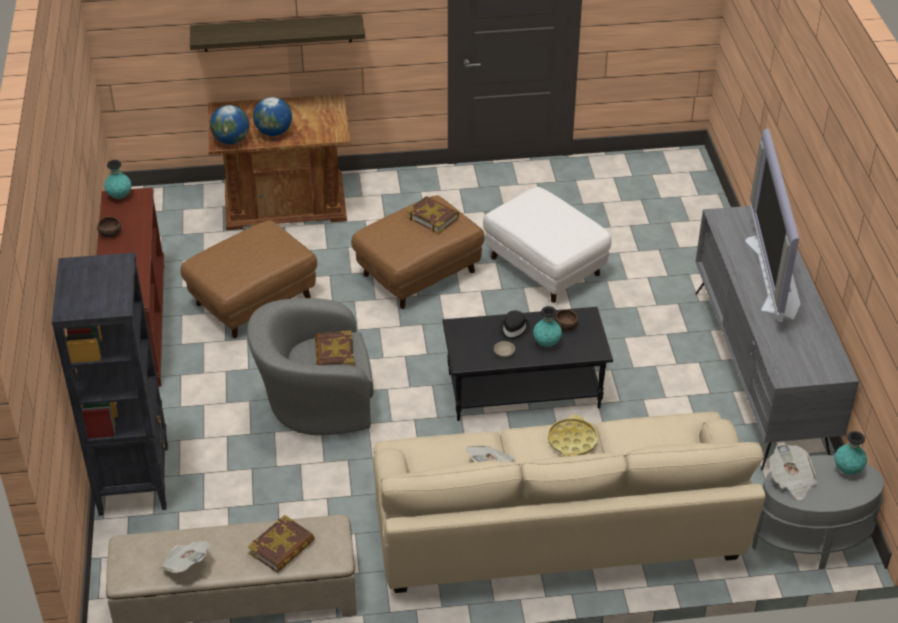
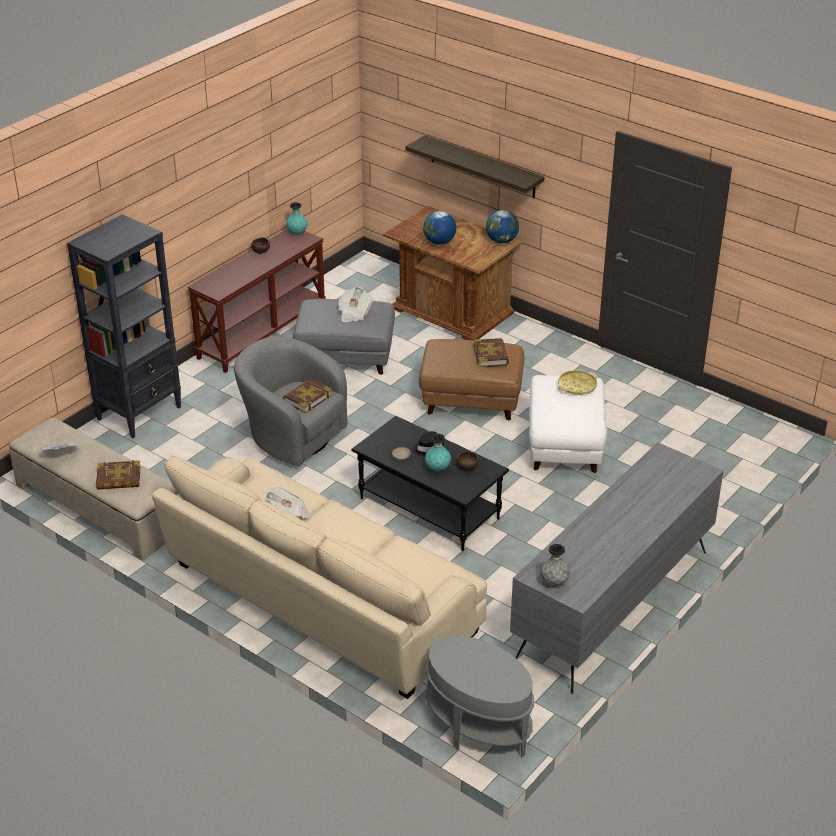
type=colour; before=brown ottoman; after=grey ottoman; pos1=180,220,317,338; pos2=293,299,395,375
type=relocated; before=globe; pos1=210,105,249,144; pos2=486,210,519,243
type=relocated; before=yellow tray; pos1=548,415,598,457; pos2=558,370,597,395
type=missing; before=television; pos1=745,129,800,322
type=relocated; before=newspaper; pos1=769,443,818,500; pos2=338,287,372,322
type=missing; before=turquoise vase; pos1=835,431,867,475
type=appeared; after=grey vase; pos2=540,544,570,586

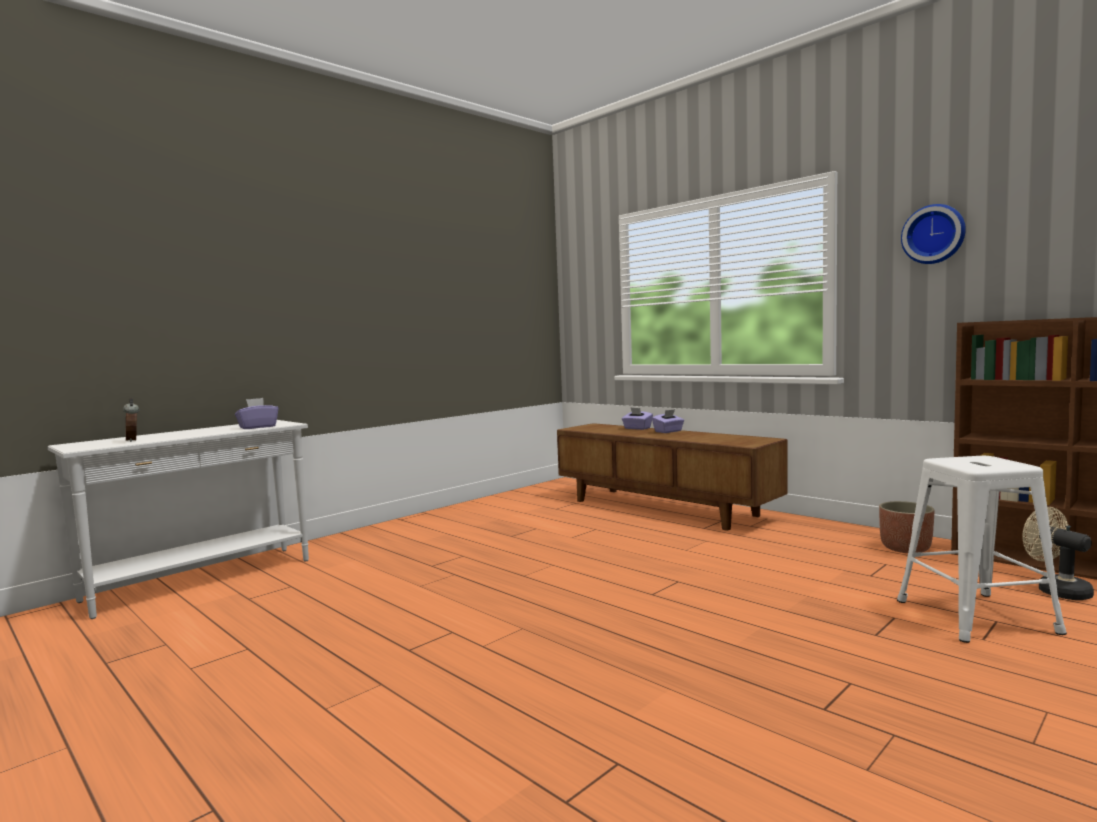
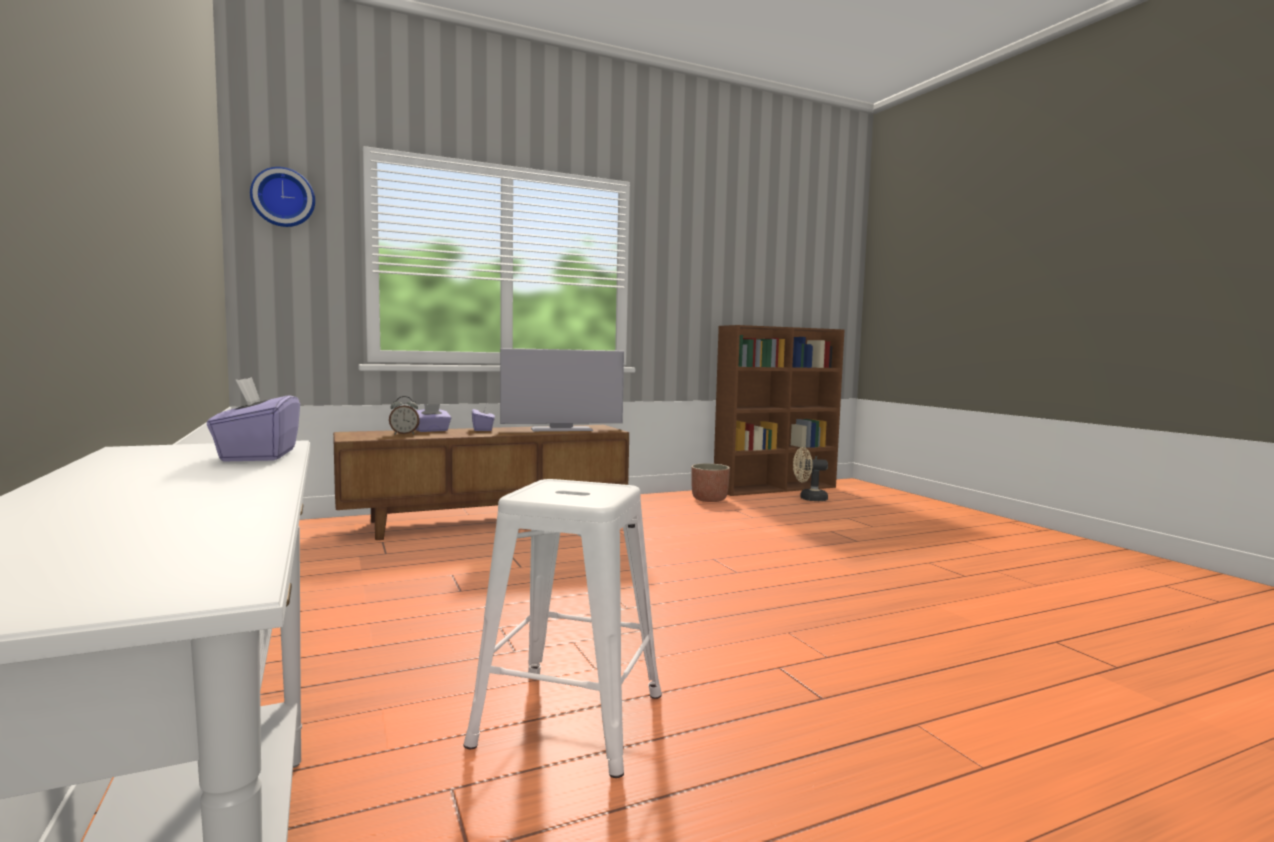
type=relocated; before=alarm clock; pos1=123,398,139,442; pos2=389,396,420,434
type=relocated; before=white stool; pos1=897,456,1067,643; pos2=463,479,662,778
type=relocated; before=wall clock; pos1=901,204,966,264; pos2=250,167,315,227
type=appeared; after=television; pos2=500,348,624,431

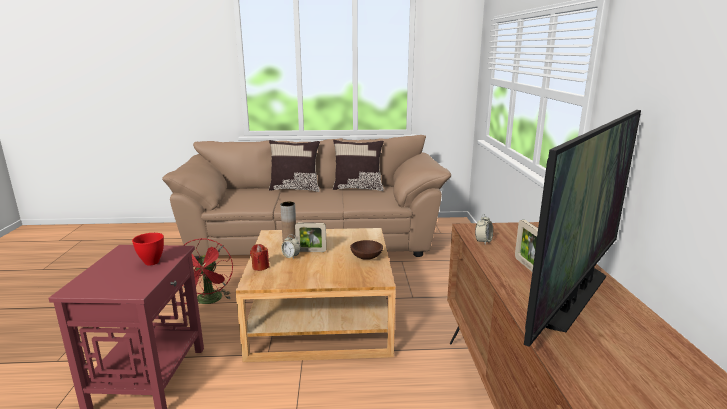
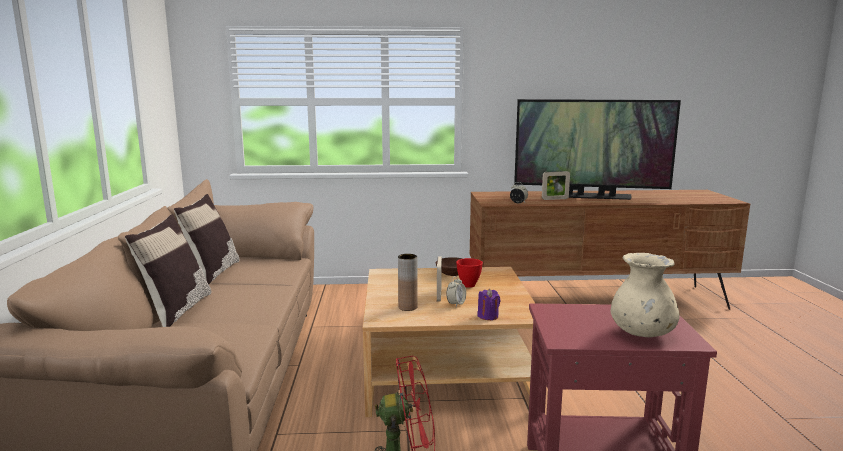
type=relocated; before=red bowl; pos1=132,233,164,266; pos2=456,258,483,288
type=colour; before=red candle; after=purple candle; pos1=250,244,269,271; pos2=478,289,500,320
type=spun; before=television; pos1=524,110,641,347; pos2=514,99,681,200; turn=150
type=appeared; after=beige vase; pos2=611,253,680,337

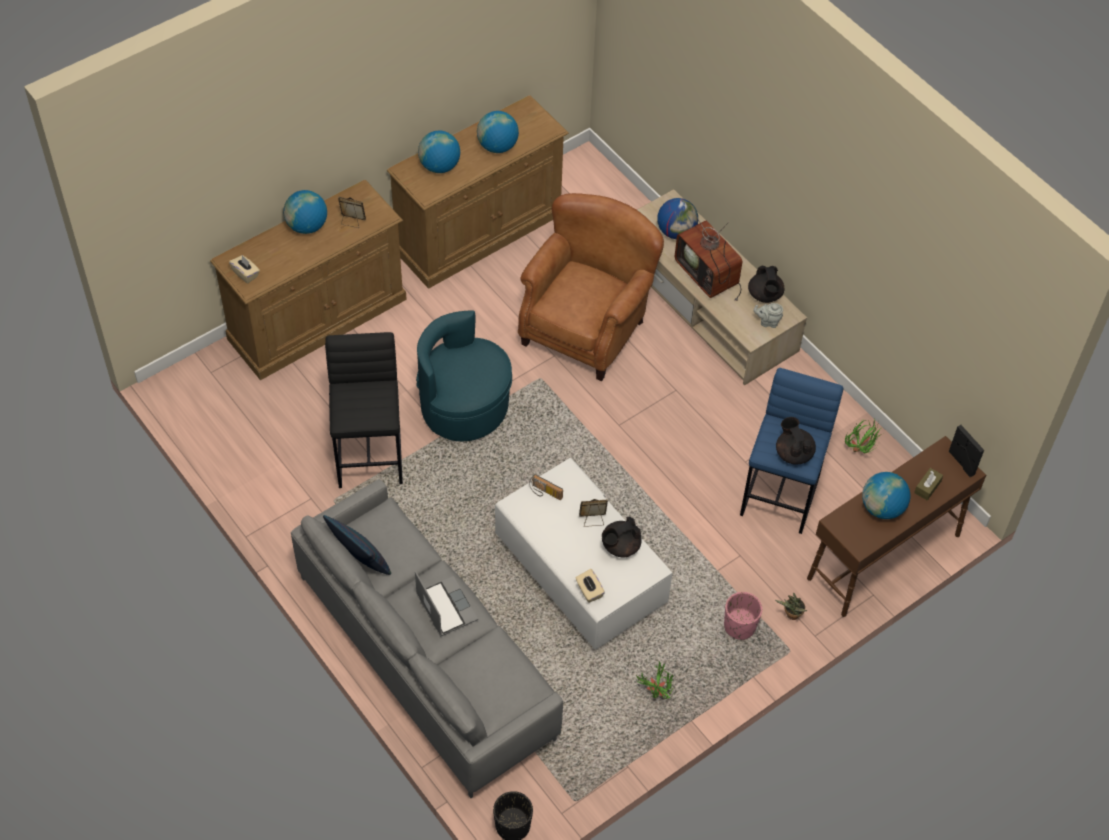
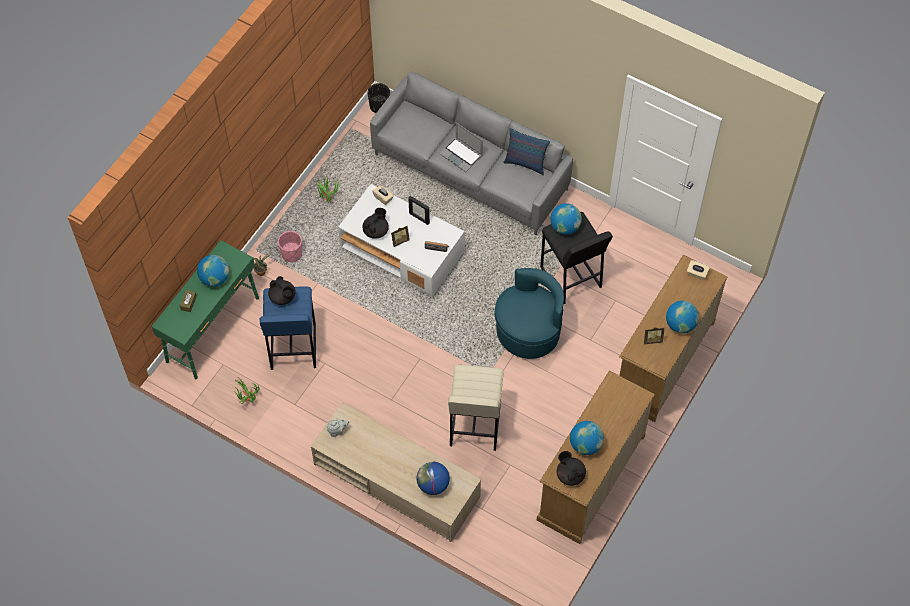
type=spun; before=turquoise armchair; pos1=416,310,512,441; pos2=495,268,564,359; turn=-45
type=relocated; before=globe; pos1=418,130,460,173; pos2=550,203,582,235
type=exchanged; before=brown armchair; after=beige stool; pos1=518,193,664,381; pos2=448,365,504,451
type=missing; before=television; pos1=675,210,742,302
type=relocated; before=black teapot; pos1=748,266,784,303; pos2=556,451,586,486
type=colour; before=brown console table; after=green console table; pos1=807,436,986,617; pos2=152,240,259,379
type=relocated; before=picture frame; pos1=949,425,984,477; pos2=408,196,430,225

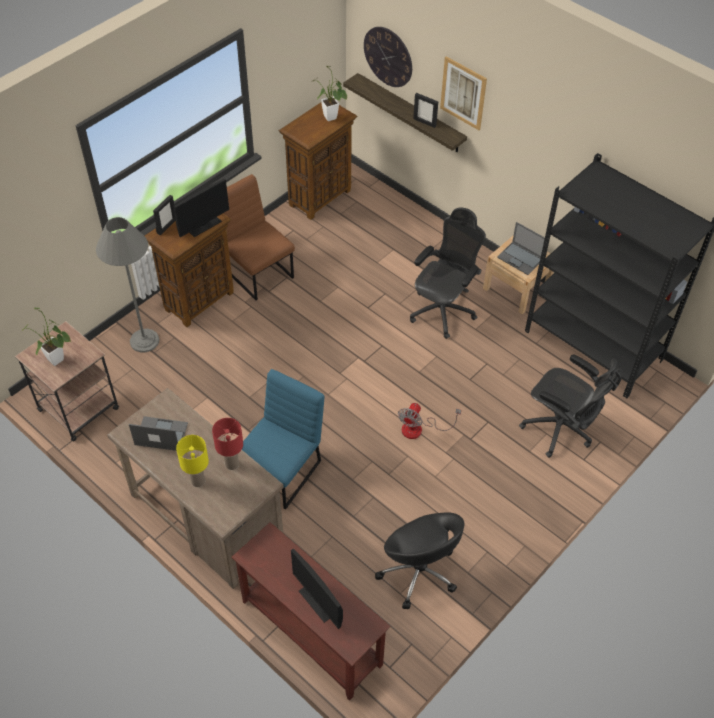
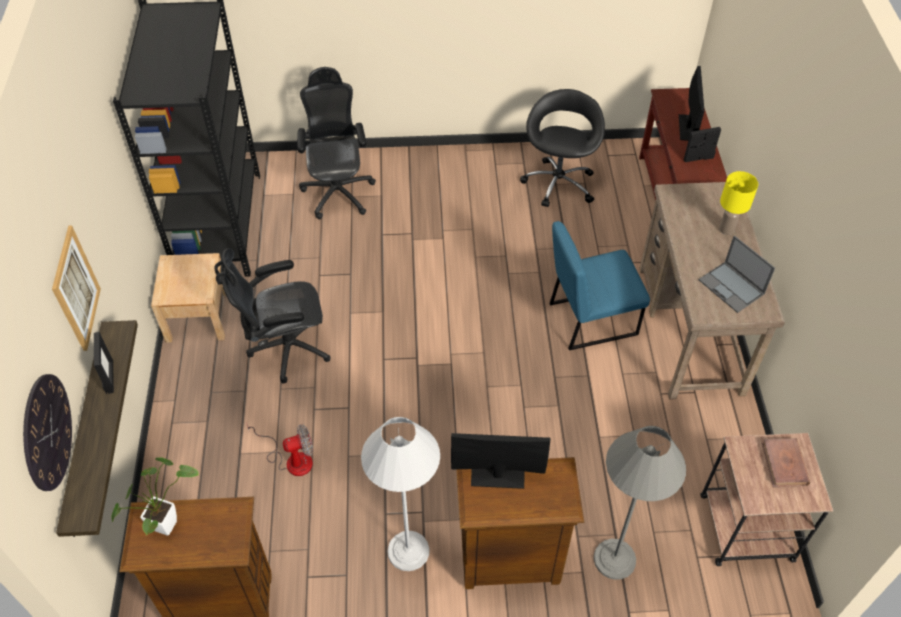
type=exchanged; before=potted plant; after=brown book; pos1=22,307,71,366; pos2=762,438,810,488
type=relocated; before=picture frame; pos1=153,195,175,235; pos2=684,127,721,162
type=missing; before=red table lamp; pos1=212,418,243,470
type=exchanged; before=brown chair; after=white floor lamp; pos1=223,174,295,300; pos2=361,417,440,571
type=relocated; before=fan; pos1=398,403,461,439; pos2=246,422,313,476
type=missing; before=laptop; pos1=497,222,545,275

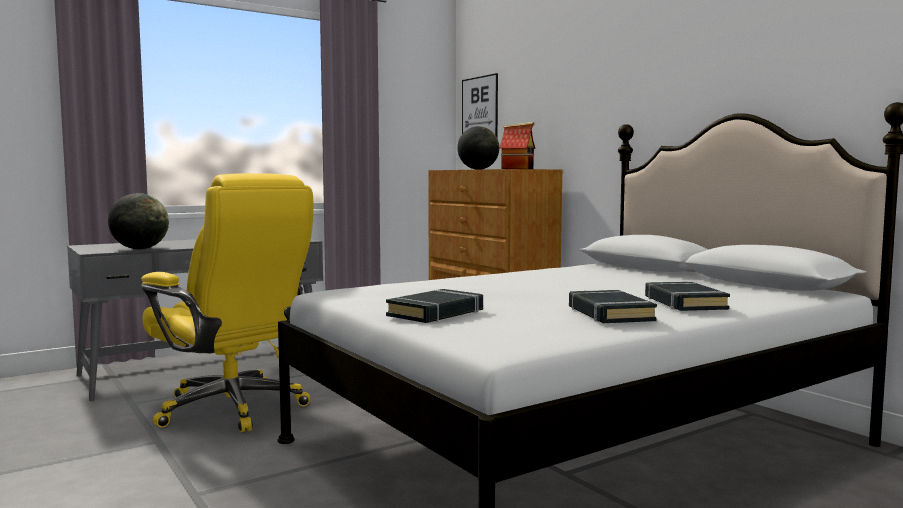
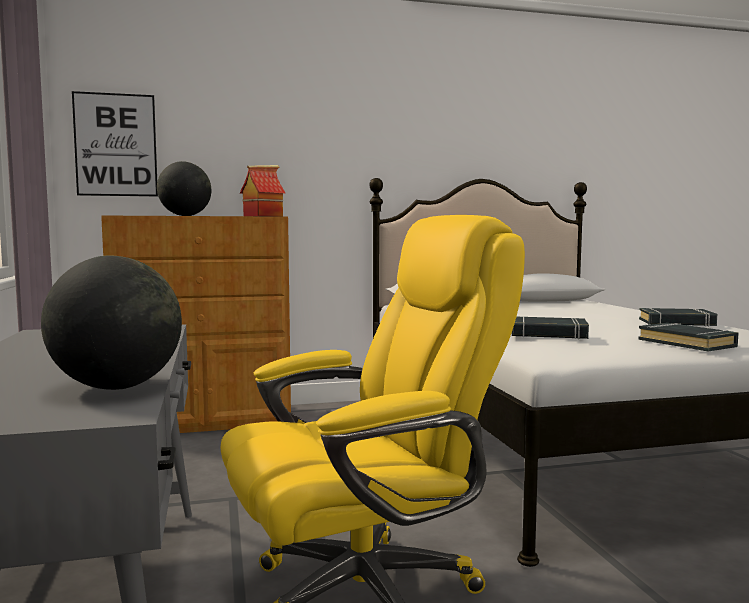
type=relocated; before=black book; pos1=645,282,730,311; pos2=511,316,589,339

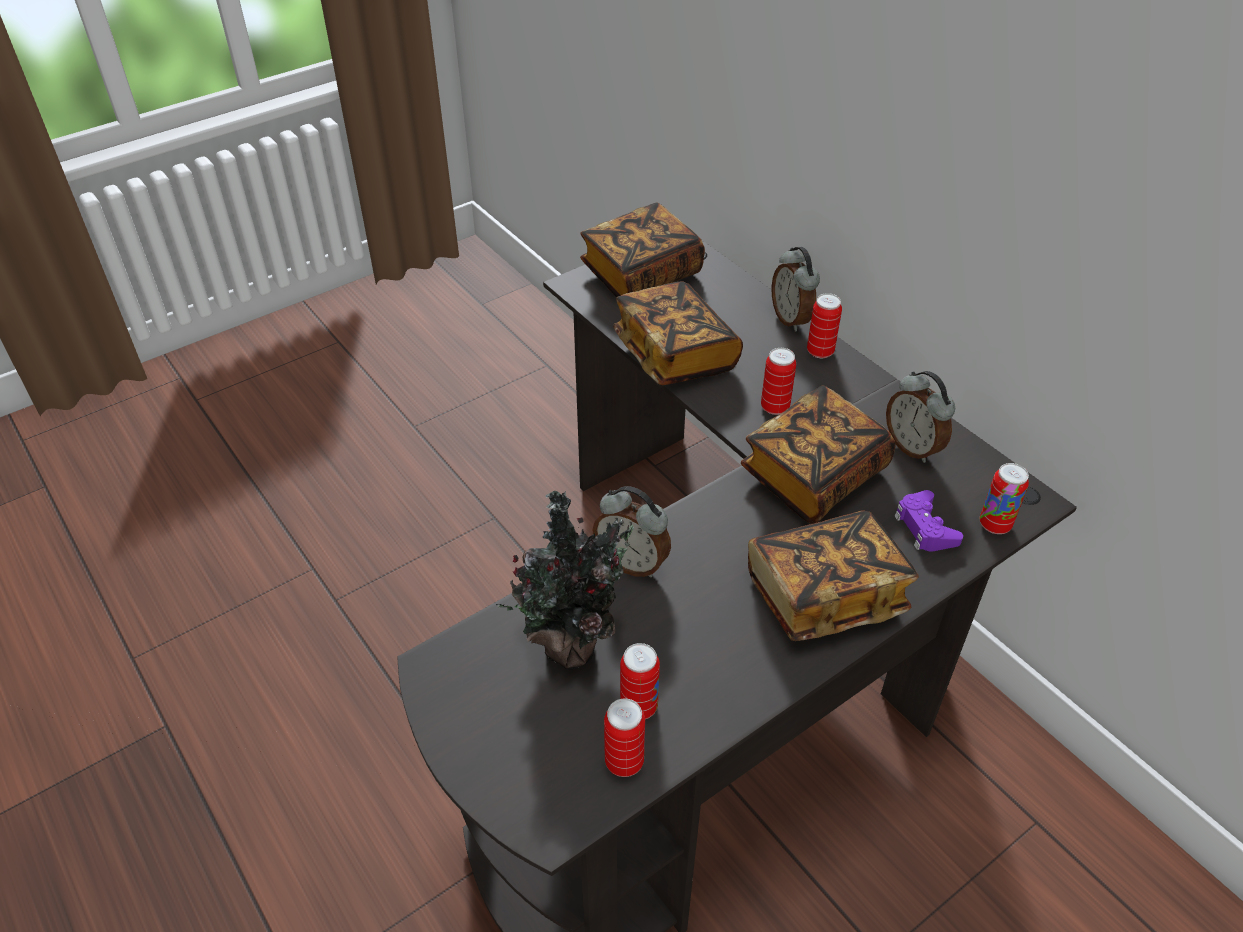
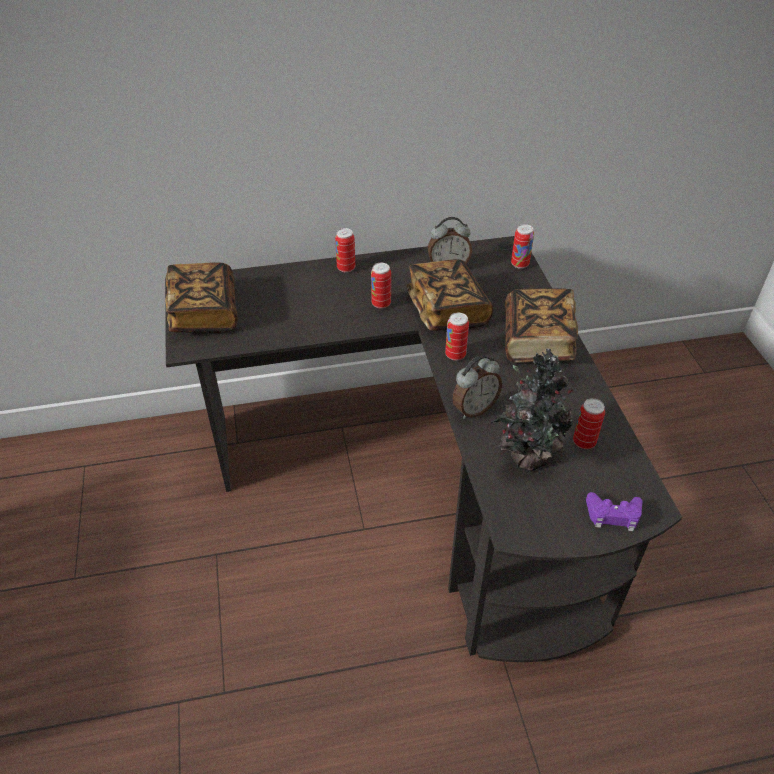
type=relocated; before=can; pos1=604,699,645,777; pos2=445,313,469,360
type=missing; before=book; pos1=613,281,743,385
type=missing; before=alarm clock; pos1=772,247,820,332
type=relocated; before=purple game controller; pos1=894,490,963,551; pos2=586,492,643,531

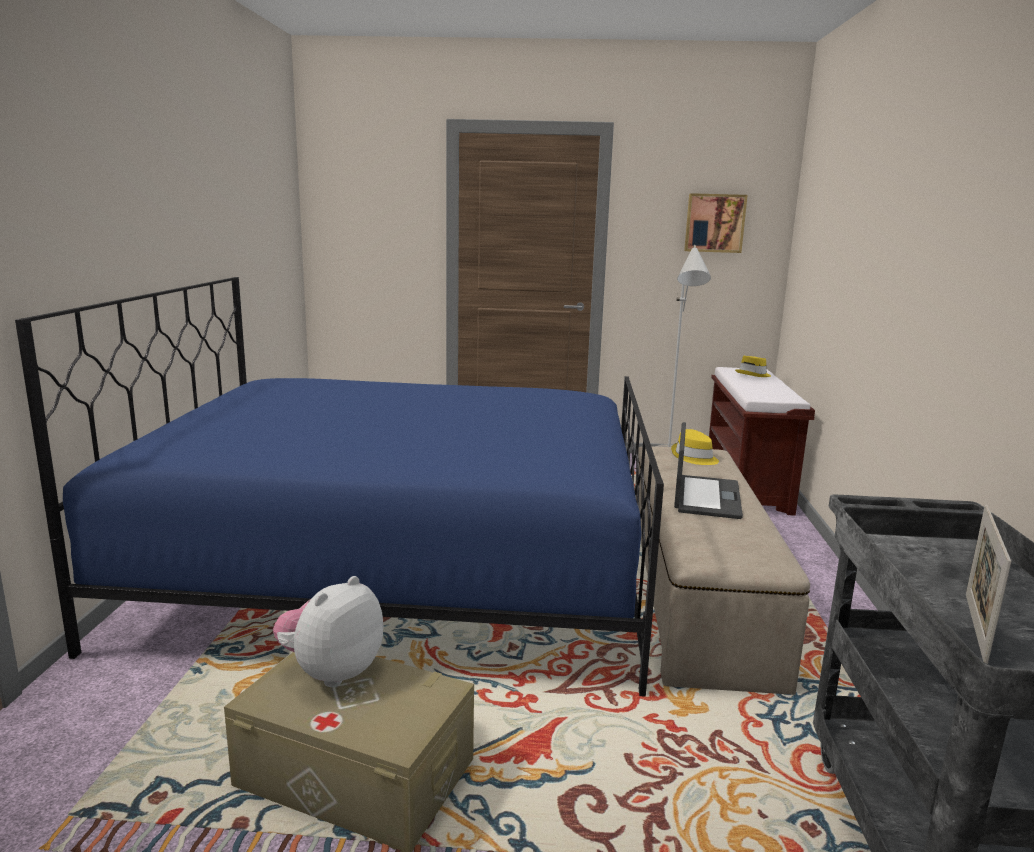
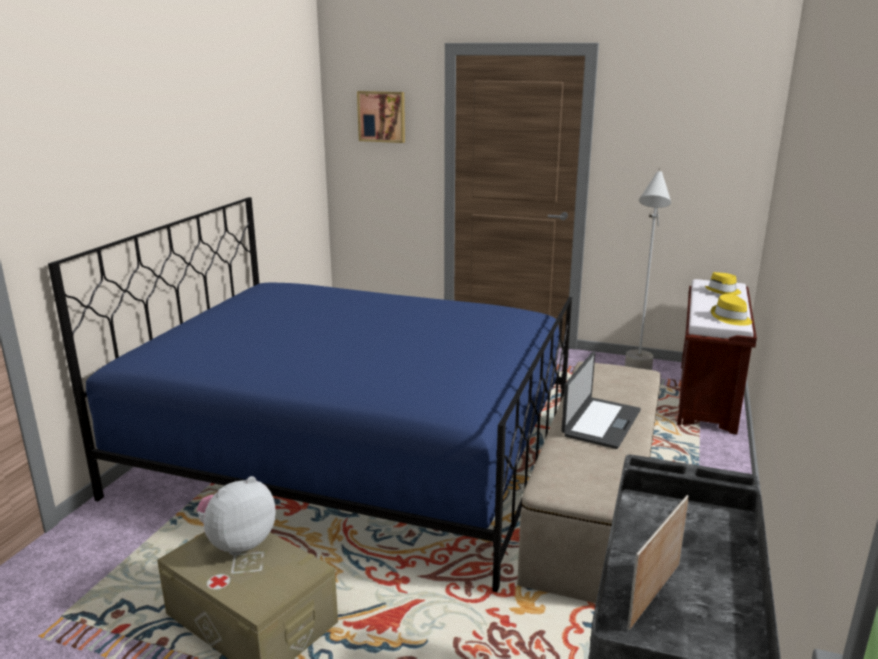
type=relocated; before=yellow hat; pos1=671,429,719,465; pos2=711,294,752,326
type=relocated; before=picture; pos1=684,193,748,253; pos2=357,91,405,143

